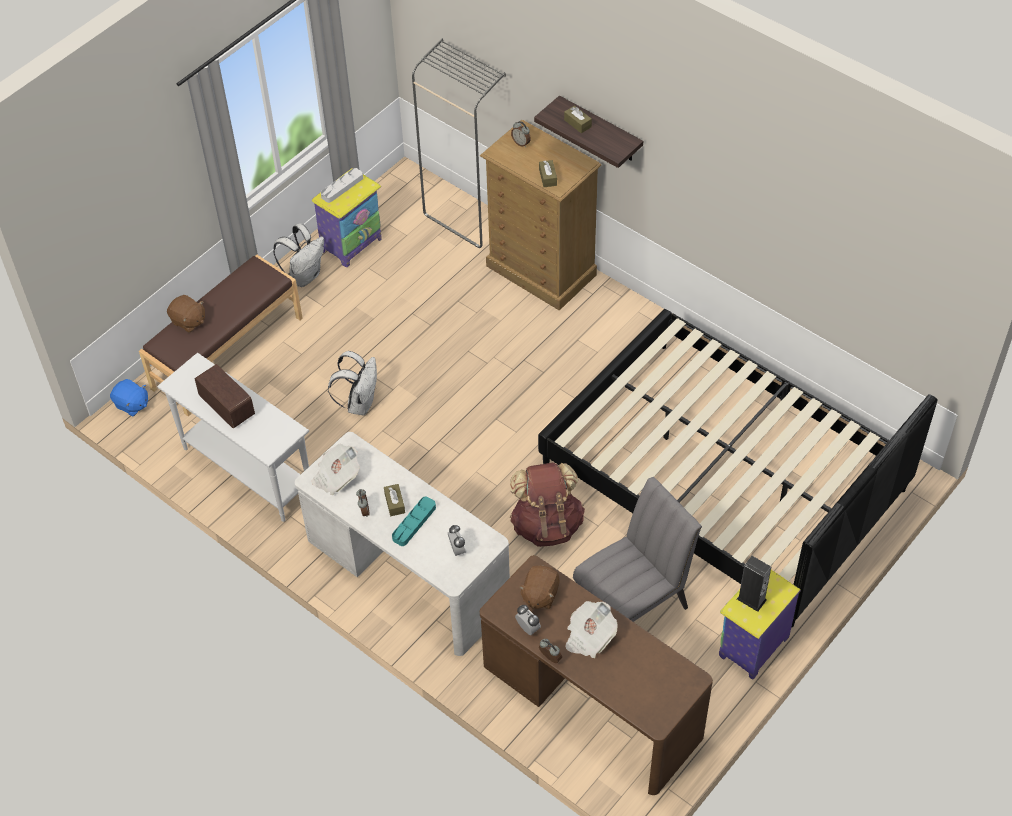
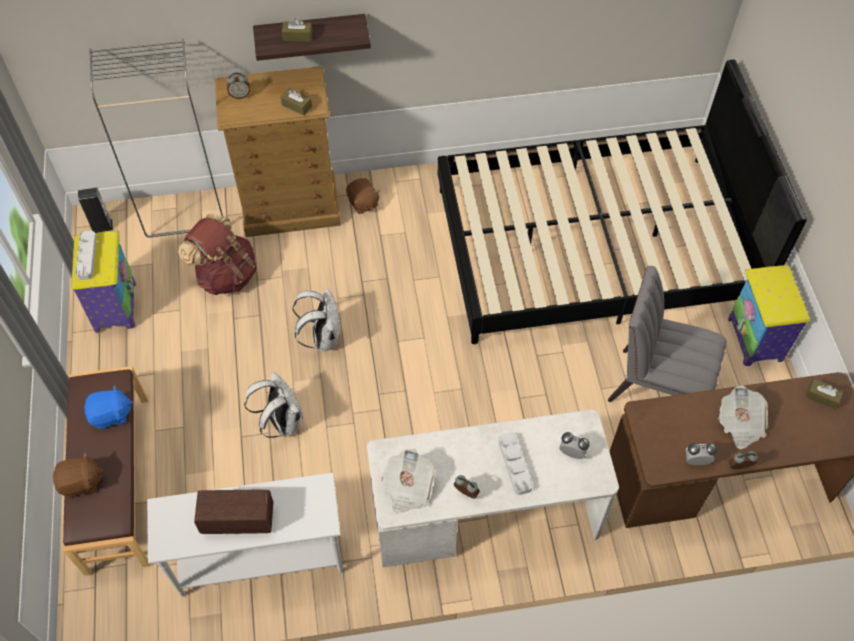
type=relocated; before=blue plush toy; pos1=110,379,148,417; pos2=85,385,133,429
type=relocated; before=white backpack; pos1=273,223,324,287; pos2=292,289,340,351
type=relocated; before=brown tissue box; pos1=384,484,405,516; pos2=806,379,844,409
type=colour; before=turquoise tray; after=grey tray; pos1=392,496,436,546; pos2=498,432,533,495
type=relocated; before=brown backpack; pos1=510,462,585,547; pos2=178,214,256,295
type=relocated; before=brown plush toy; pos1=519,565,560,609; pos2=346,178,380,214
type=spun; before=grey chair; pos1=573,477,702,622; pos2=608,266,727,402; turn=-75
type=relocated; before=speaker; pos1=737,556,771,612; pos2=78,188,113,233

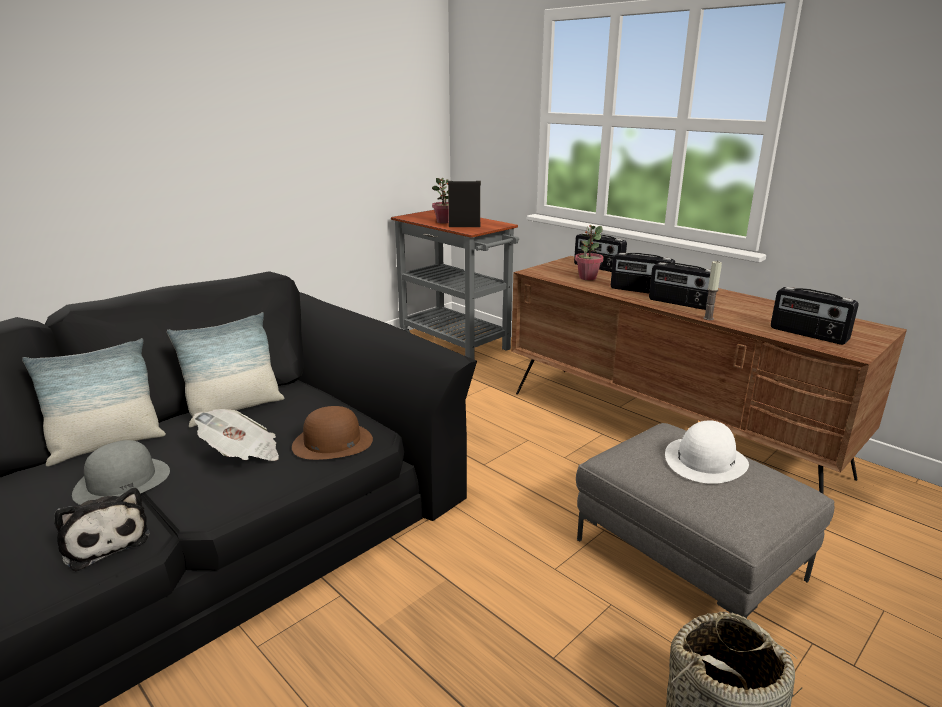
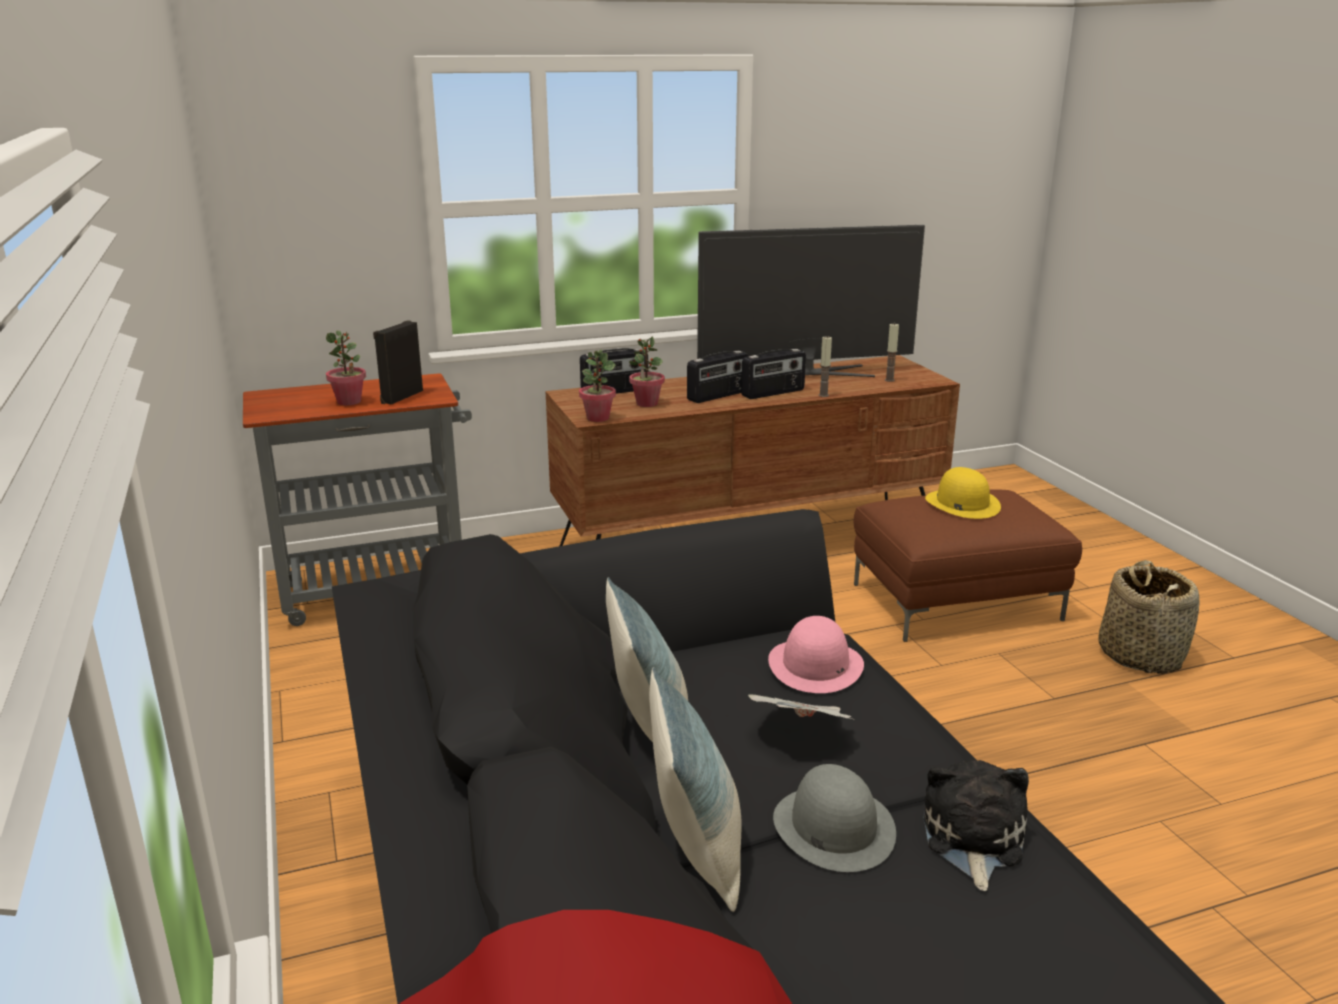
type=spun; before=plush toy; pos1=54,488,150,571; pos2=923,760,1029,891; turn=-60
type=colour; before=brown hat; after=pink hat; pos1=292,406,373,460; pos2=768,616,864,693
type=colour; before=grey ottoman; after=brown ottoman; pos1=576,423,834,647; pos2=854,490,1082,642
type=colour; before=white hat; after=yellow hat; pos1=665,420,749,484; pos2=925,467,1001,519
type=exchanged; before=radio; after=candle; pos1=771,287,858,345; pos2=885,323,899,382
type=appeared; after=potted plant; pos2=579,350,616,422
type=appeared; after=television; pos2=697,225,925,377

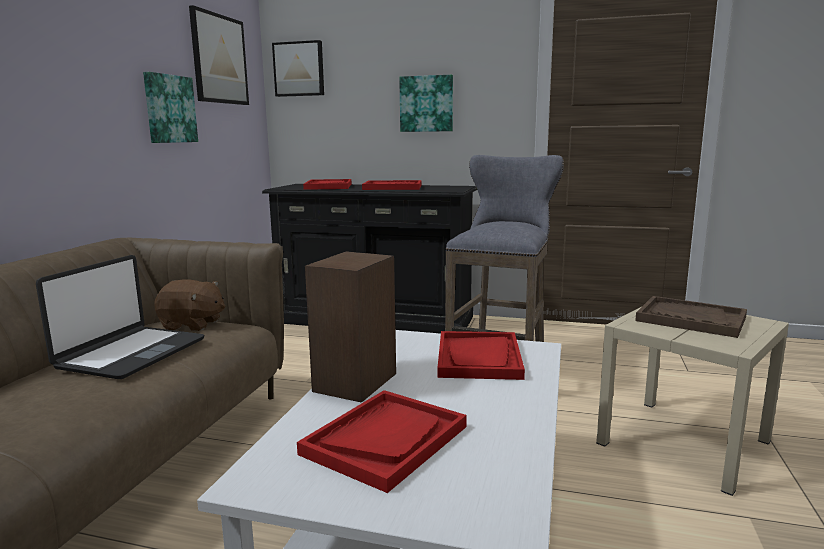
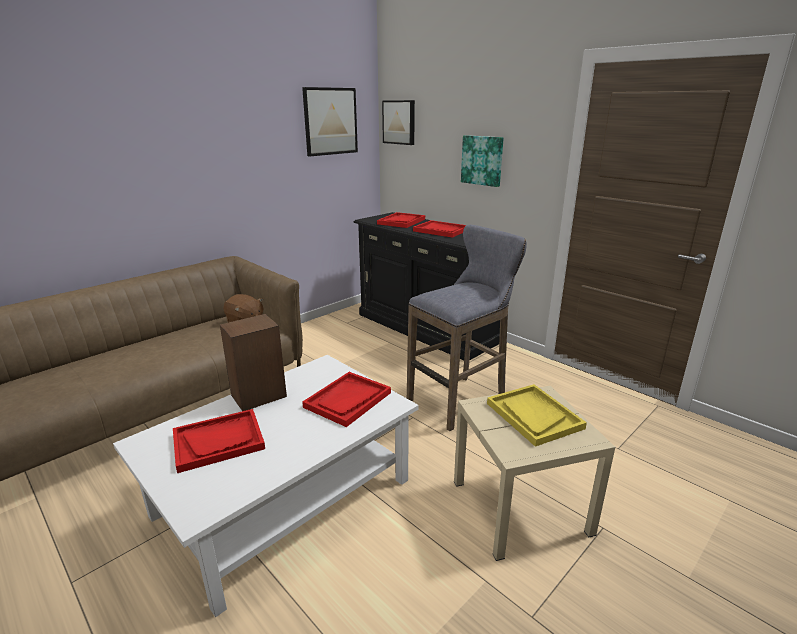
type=missing; before=laptop; pos1=36,255,204,379
type=missing; before=picture; pos1=143,72,198,143
type=colour; before=brown tray; after=yellow tray; pos1=635,296,747,338; pos2=487,384,587,447

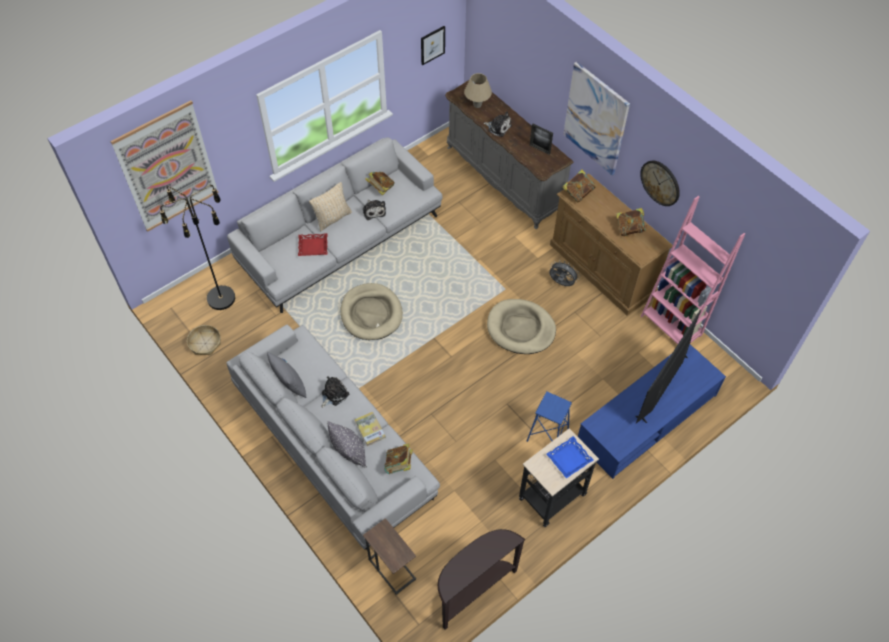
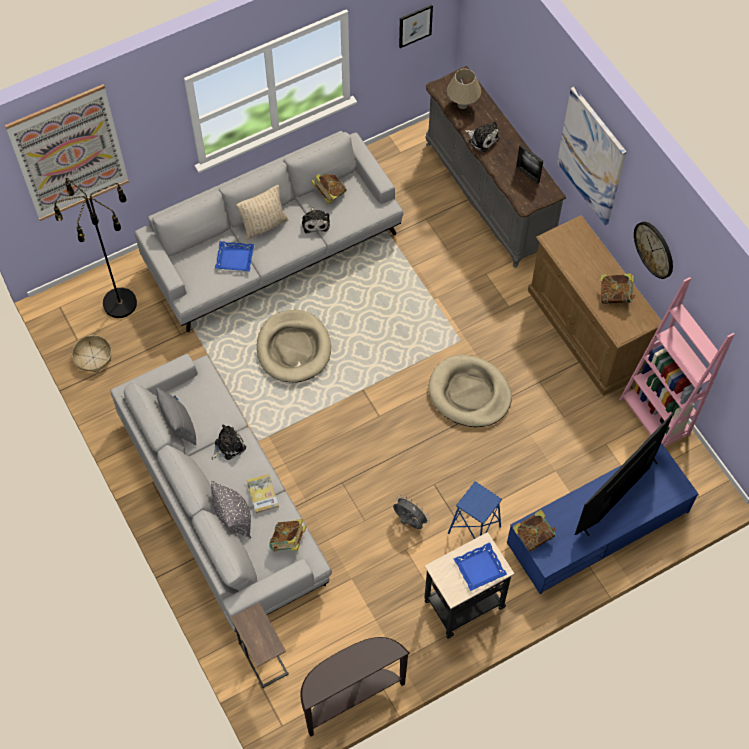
type=colour; before=red tray; after=blue tray; pos1=298,233,328,256; pos2=215,241,254,271
type=relocated; before=grey fan; pos1=549,261,580,286; pos2=393,495,430,529
type=relocated; before=book; pos1=563,170,596,202; pos2=513,510,557,551

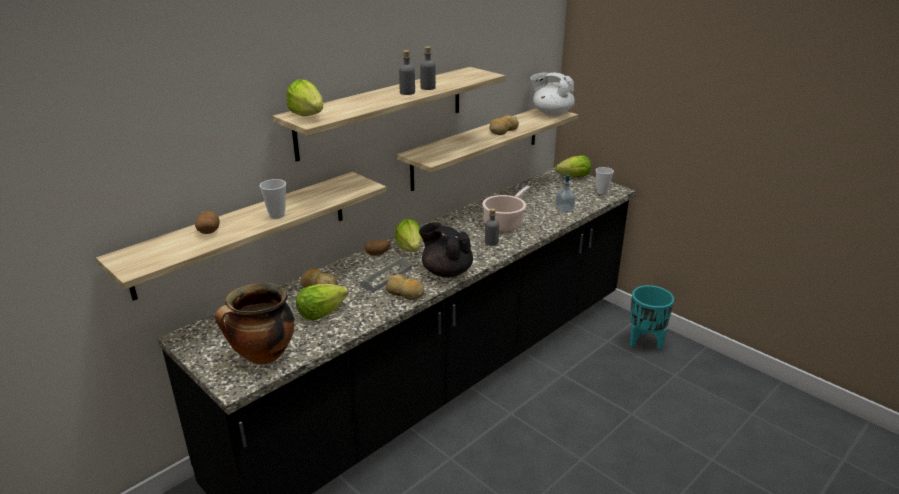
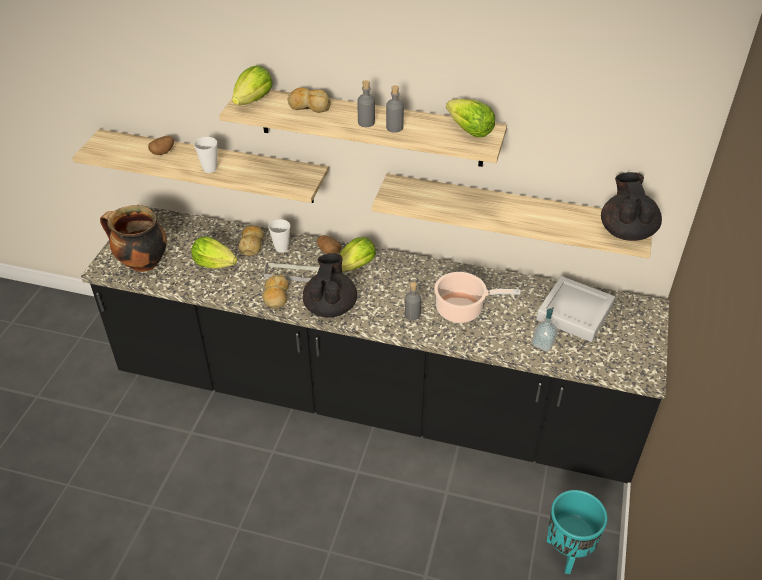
type=relocated; before=bread; pos1=489,115,519,135; pos2=288,87,331,113
type=colour; before=white teapot; after=black teapot; pos1=530,73,575,116; pos2=601,172,662,241
type=relocated; before=lettuce; pos1=555,155,591,177; pos2=446,99,495,137
type=relocated; before=cup; pos1=596,167,614,195; pos2=268,219,290,253
type=appeared; after=grey tray; pos2=536,276,615,342

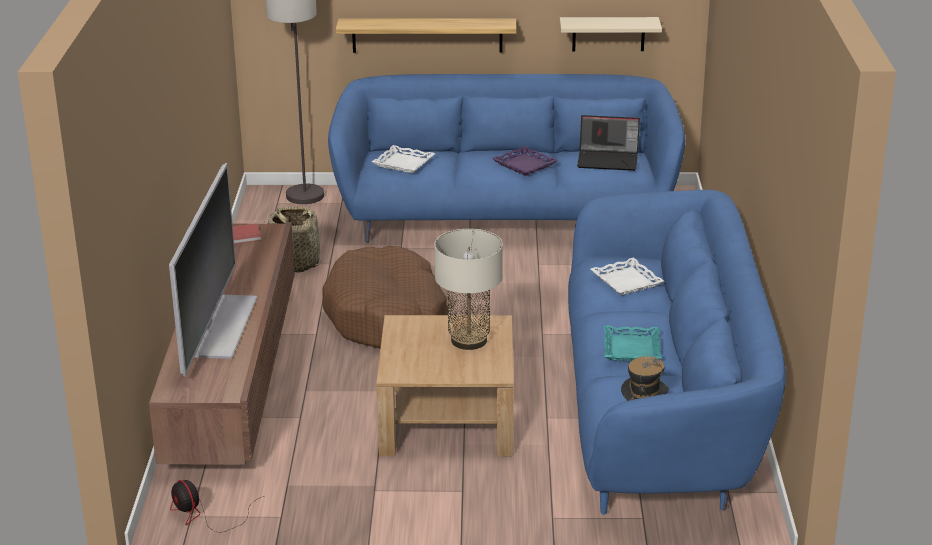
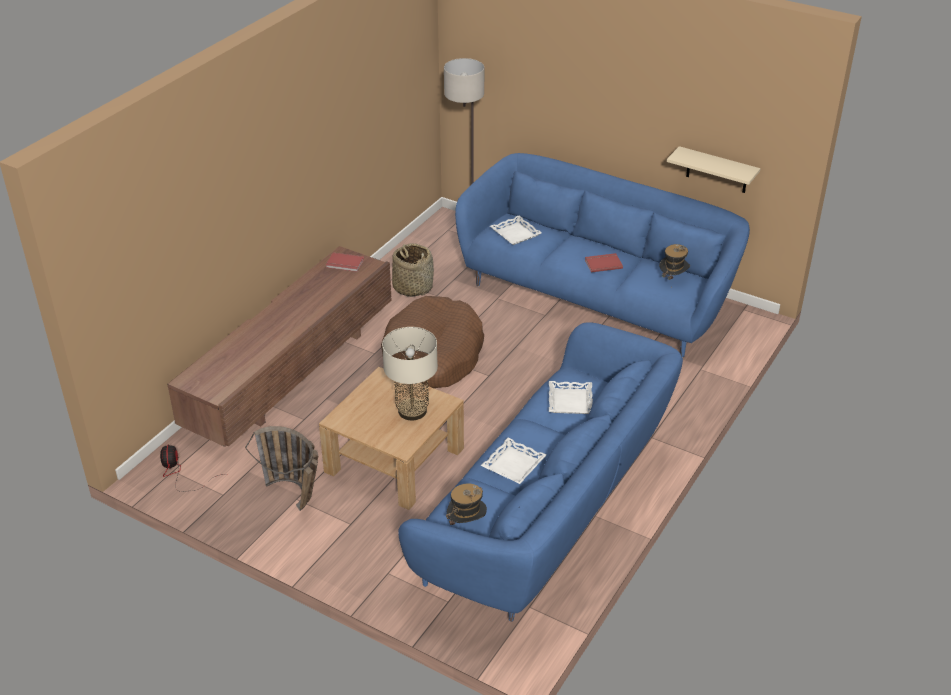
type=missing; before=television; pos1=169,163,257,376
type=missing; before=shelf; pos1=336,18,516,53
type=exchanged; before=purple tray; after=red book; pos1=492,146,558,176; pos2=585,253,623,272
type=exchanged; before=laptop; after=hat; pos1=577,115,640,171; pos2=659,244,690,287
type=colour; before=turquoise tray; after=white tray; pos1=604,326,662,361; pos2=481,437,546,484
type=appeared; after=basket; pos2=245,426,318,511

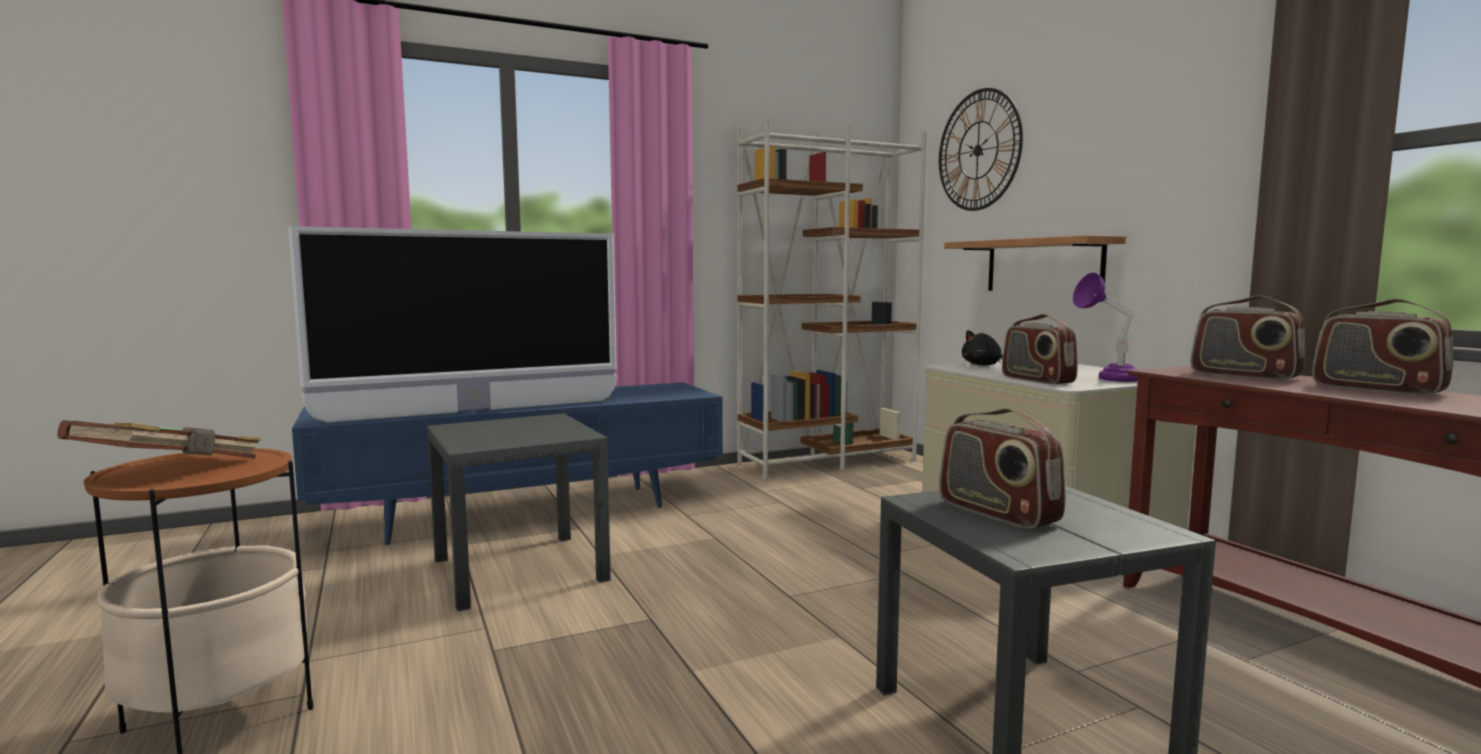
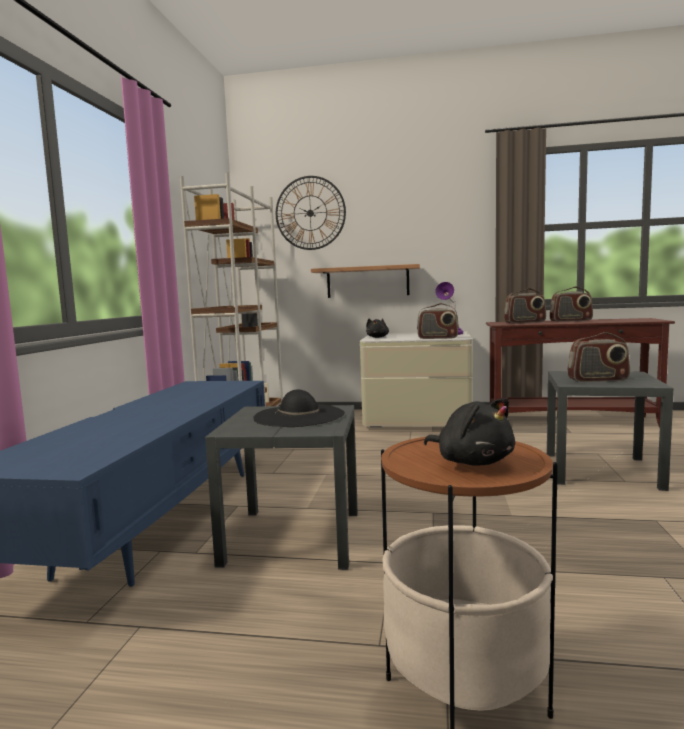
type=exchanged; before=brown book; after=black plush toy; pos1=57,420,261,459; pos2=424,398,515,466
type=missing; before=television; pos1=288,226,617,423
type=appeared; after=black hat; pos2=253,389,345,427

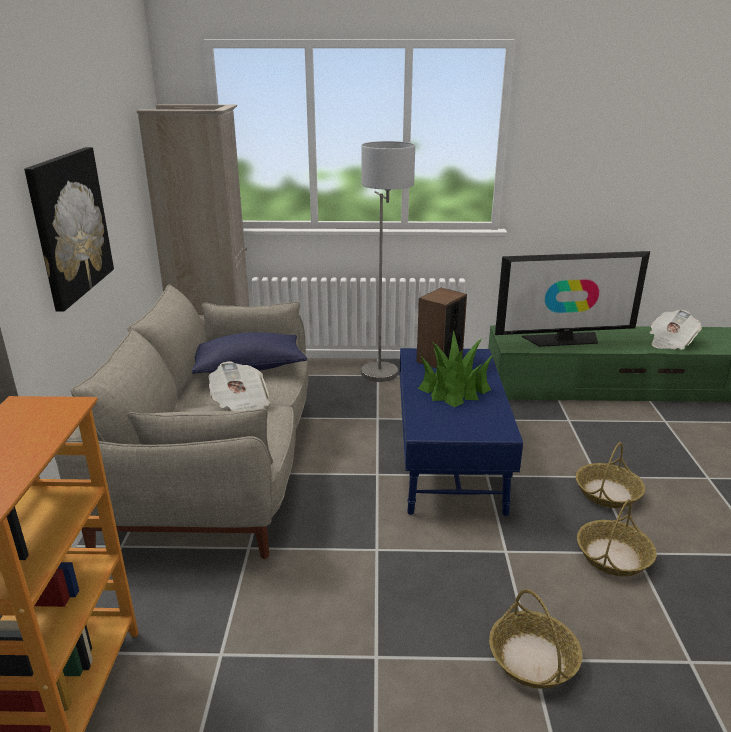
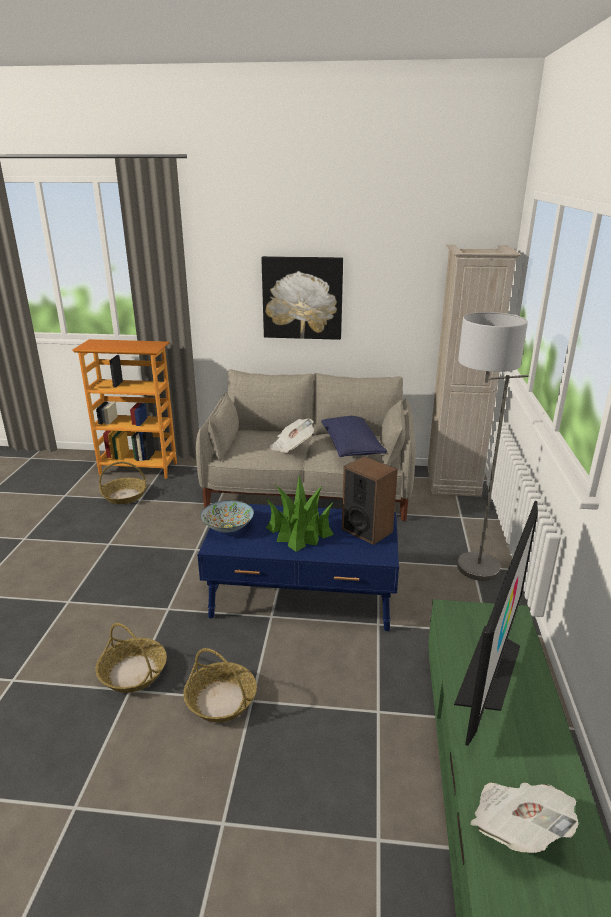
type=relocated; before=basket; pos1=489,589,582,689; pos2=99,462,147,504
type=spun; before=television; pos1=495,251,650,347; pos2=454,501,538,746; turn=-150
type=appeared; after=bowl; pos2=200,500,254,533

